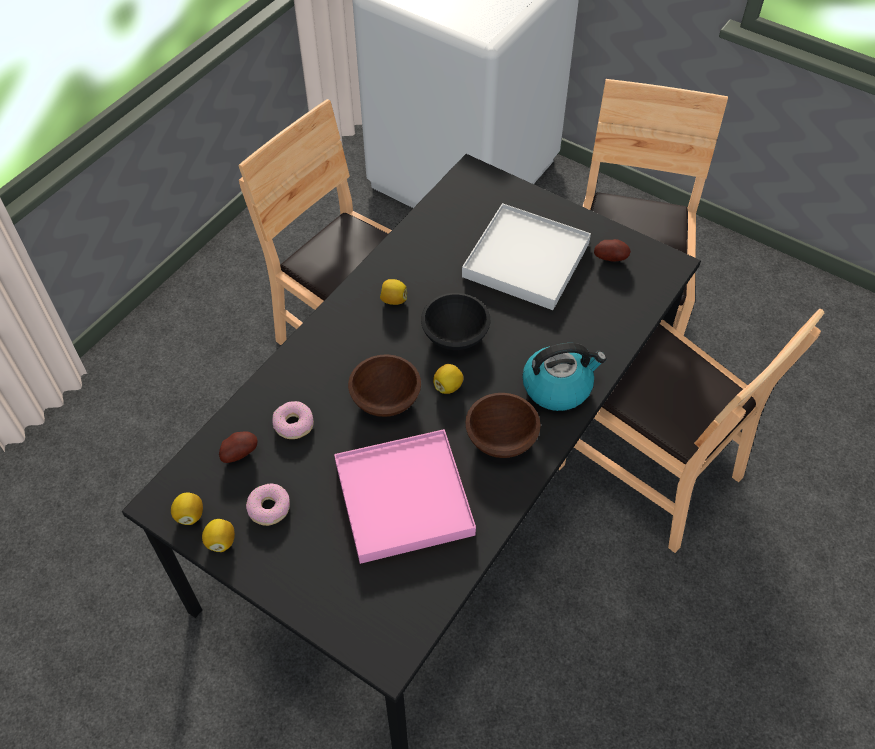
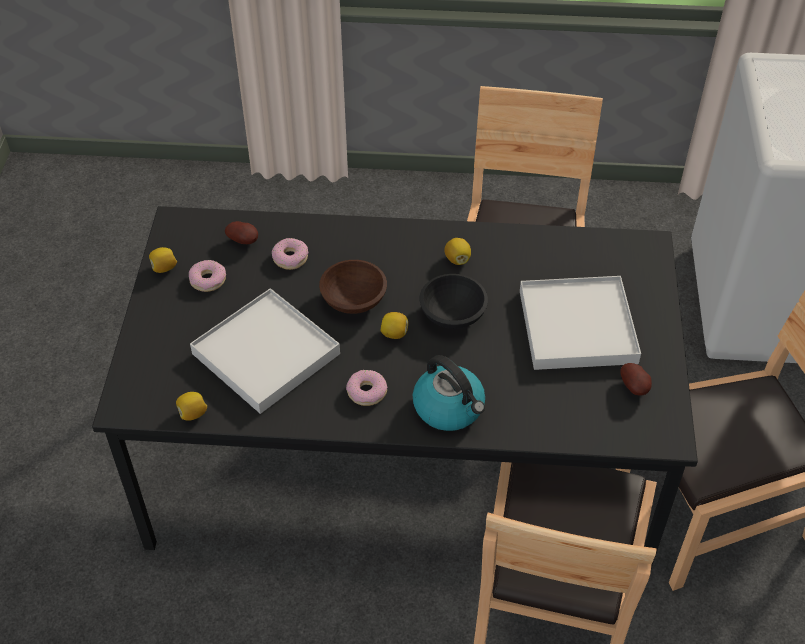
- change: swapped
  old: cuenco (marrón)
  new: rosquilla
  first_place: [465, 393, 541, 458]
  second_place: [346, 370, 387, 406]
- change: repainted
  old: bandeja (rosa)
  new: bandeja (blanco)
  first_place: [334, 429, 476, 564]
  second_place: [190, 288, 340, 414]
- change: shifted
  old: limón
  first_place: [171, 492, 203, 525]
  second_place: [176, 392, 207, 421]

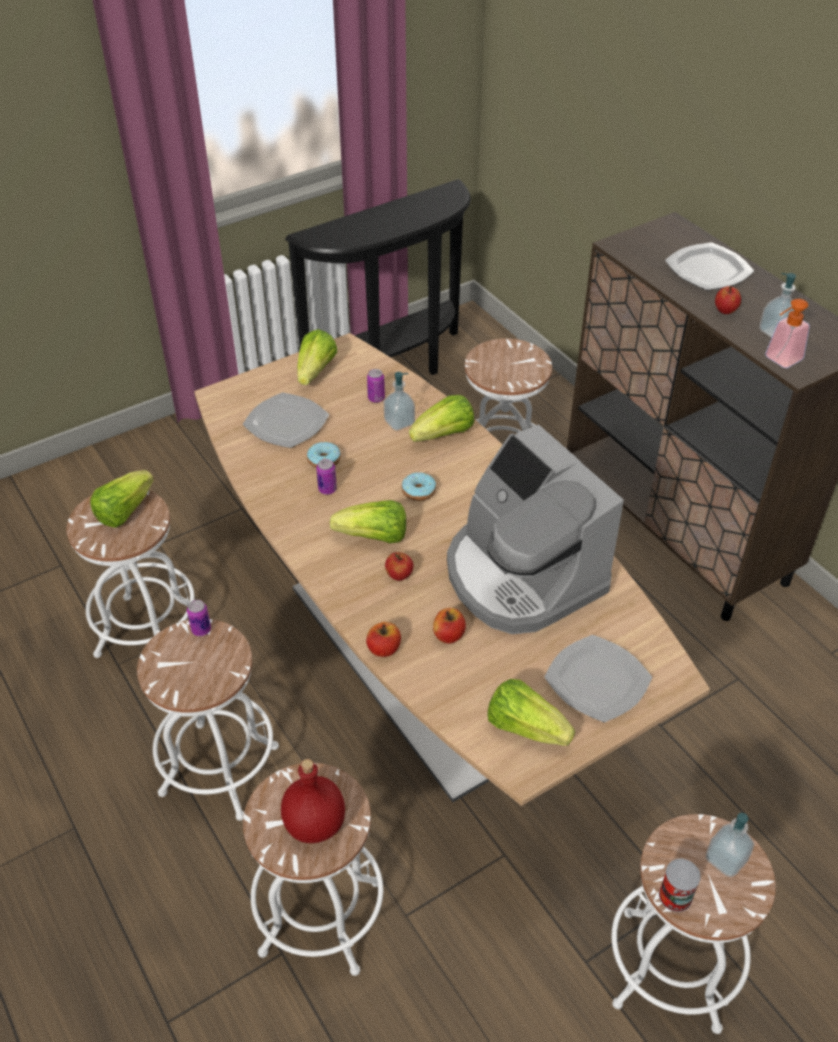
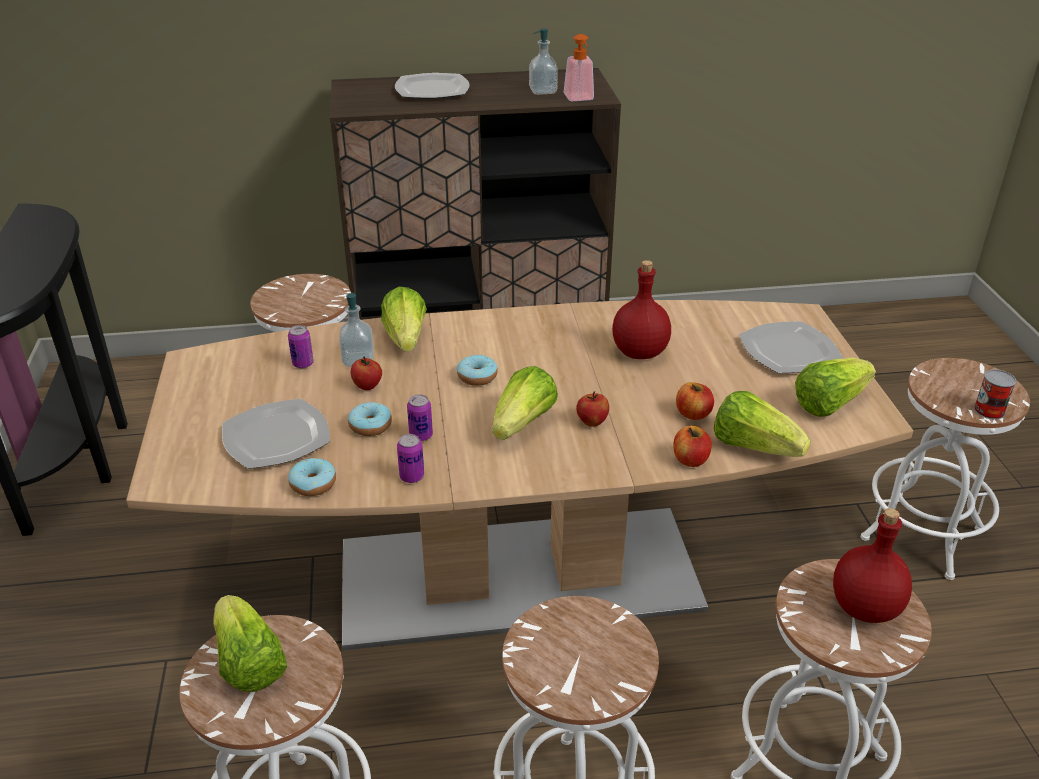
- change: shifted
  old: manzana
  first_place: [715, 285, 741, 314]
  second_place: [351, 357, 382, 390]
- change: shifted
  old: lechuga
  first_place: [297, 329, 337, 385]
  second_place: [714, 391, 811, 457]
- change: swapped
  old: cafetera
  new: botella (rojo)
  first_place: [447, 424, 624, 634]
  second_place: [612, 260, 671, 359]
- change: shifted
  old: lata
  first_place: [187, 600, 211, 636]
  second_place: [397, 434, 424, 483]
- change: gone
  old: dispensador de jabón
  first_place: [706, 813, 754, 877]
- change: new
  new: rosquilla
  second_place: [288, 458, 336, 496]

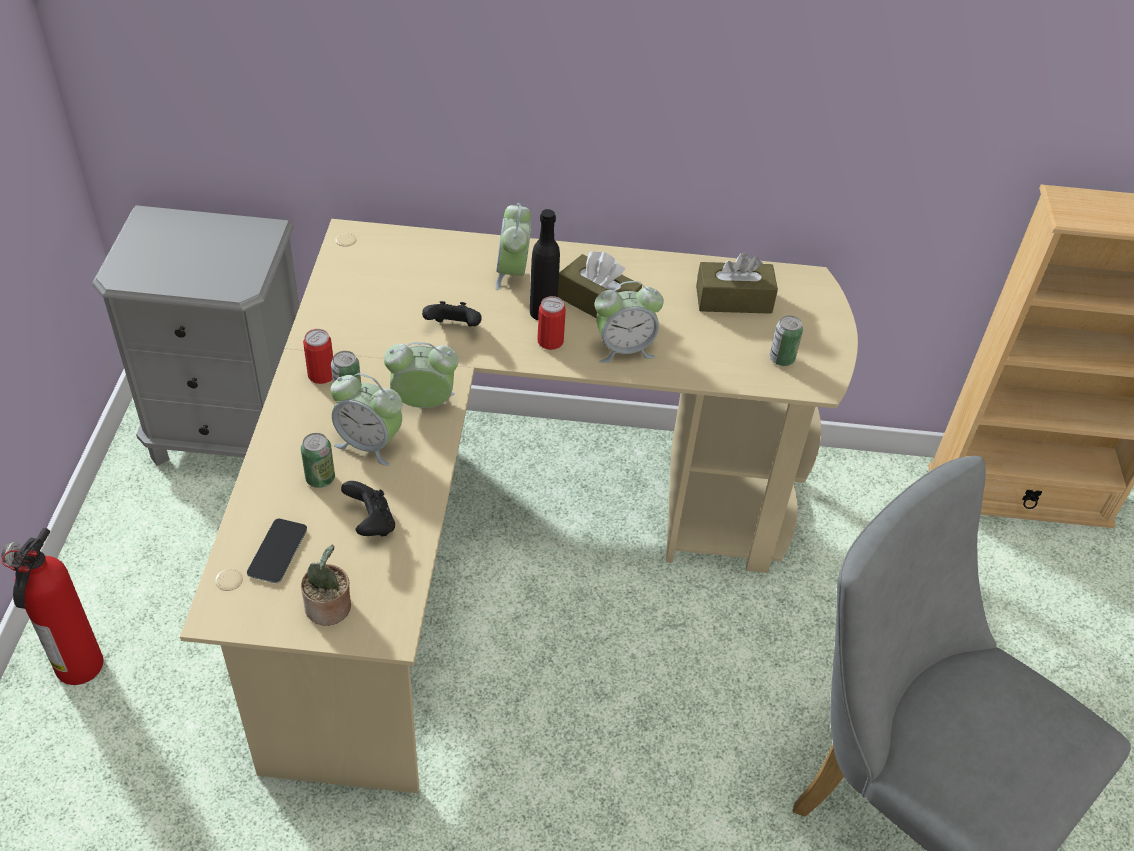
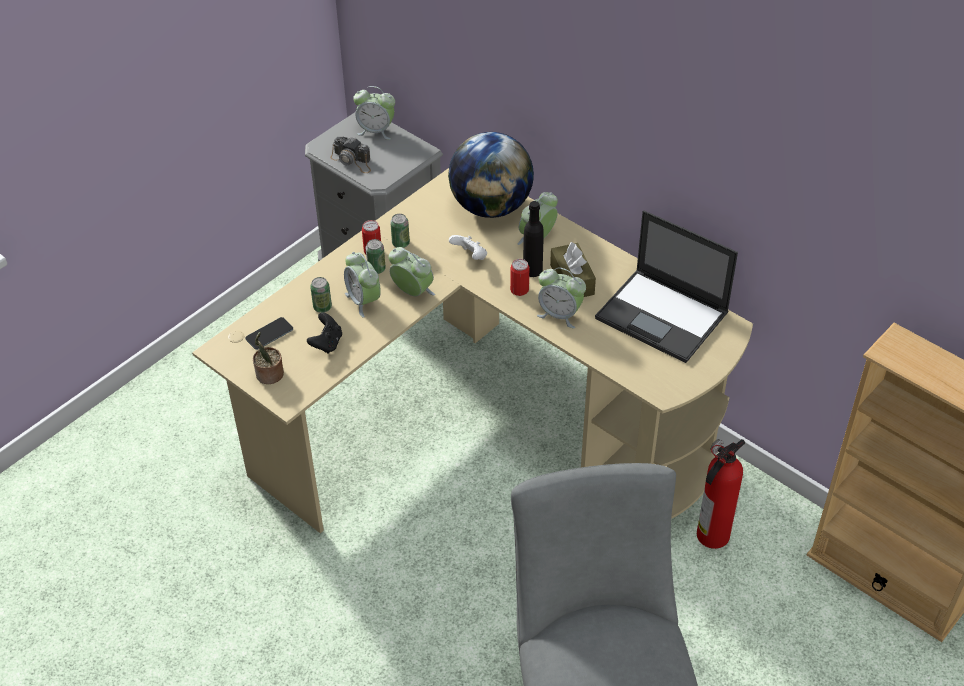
- change: swapped
  old: caja de pañuelos (marrón)
  new: portátil
  first_place: [696, 253, 778, 314]
  second_place: [595, 210, 738, 363]
- change: repainted
  old: mando de consola (negro)
  new: mando de consola (blanco)
  first_place: [422, 301, 482, 327]
  second_place: [449, 235, 487, 260]
- change: shifted
  old: lata
  first_place: [770, 315, 803, 366]
  second_place: [390, 214, 410, 248]
- change: shifted
  old: extintor
  first_place: [1, 528, 103, 685]
  second_place: [697, 439, 745, 549]
- change: new
  new: despertador
  second_place: [353, 86, 395, 140]
- change: new
  new: globo terráqueo
  second_place: [448, 132, 534, 218]
- change: new
  new: cámara
  second_place: [330, 137, 371, 173]

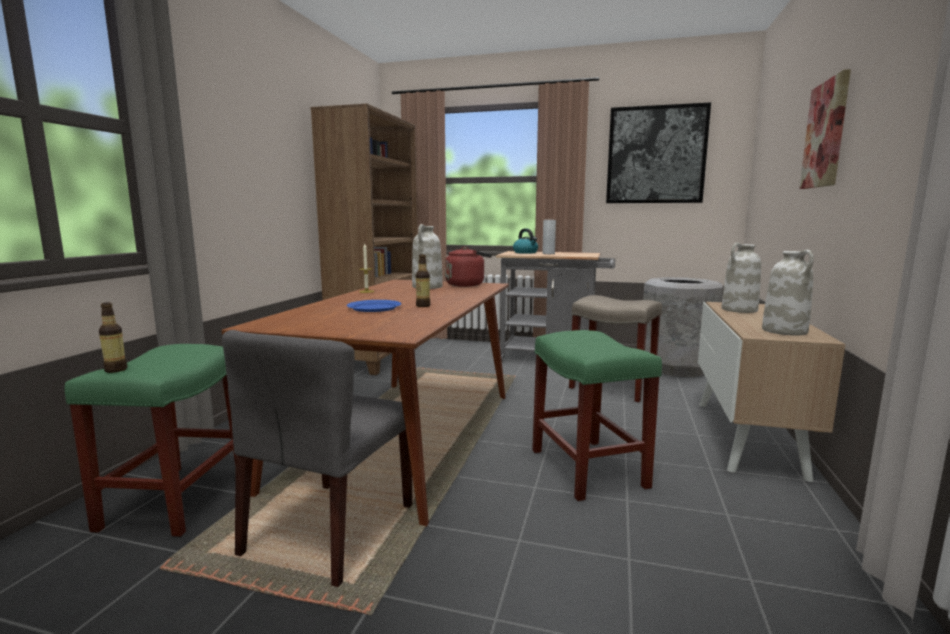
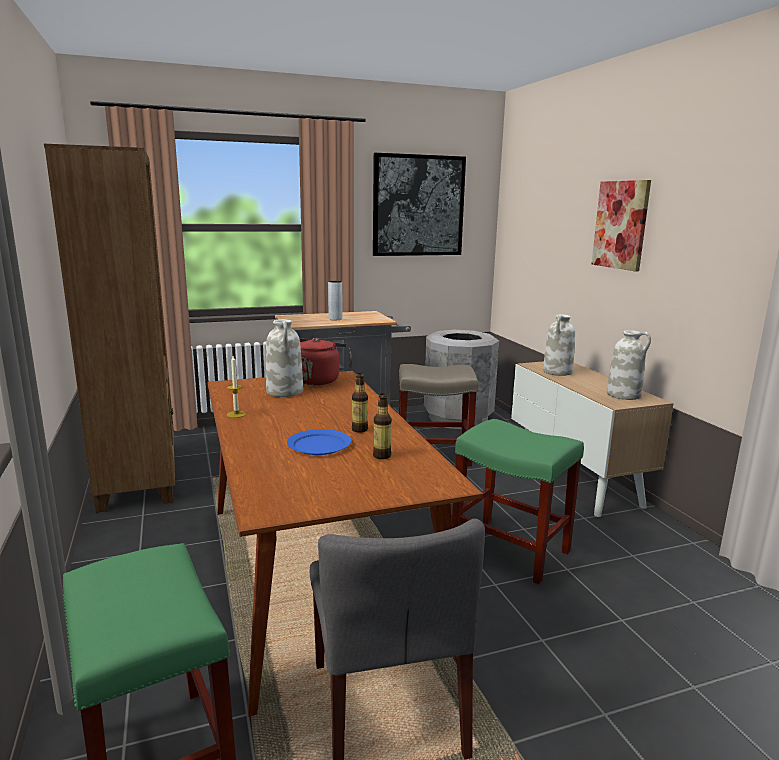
- change: gone
  old: hervidor
  first_place: [513, 228, 538, 254]
- change: shifted
  old: botella
  first_place: [99, 302, 127, 373]
  second_place: [373, 393, 392, 459]

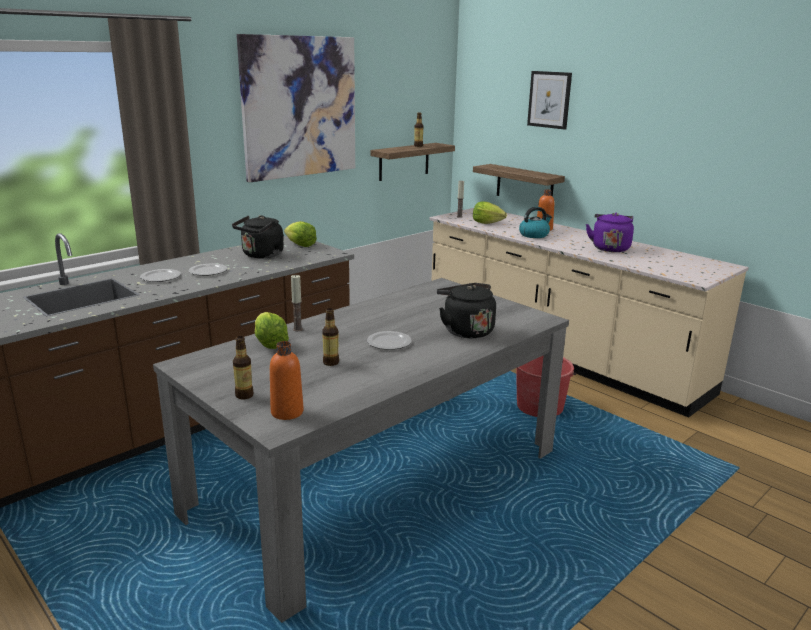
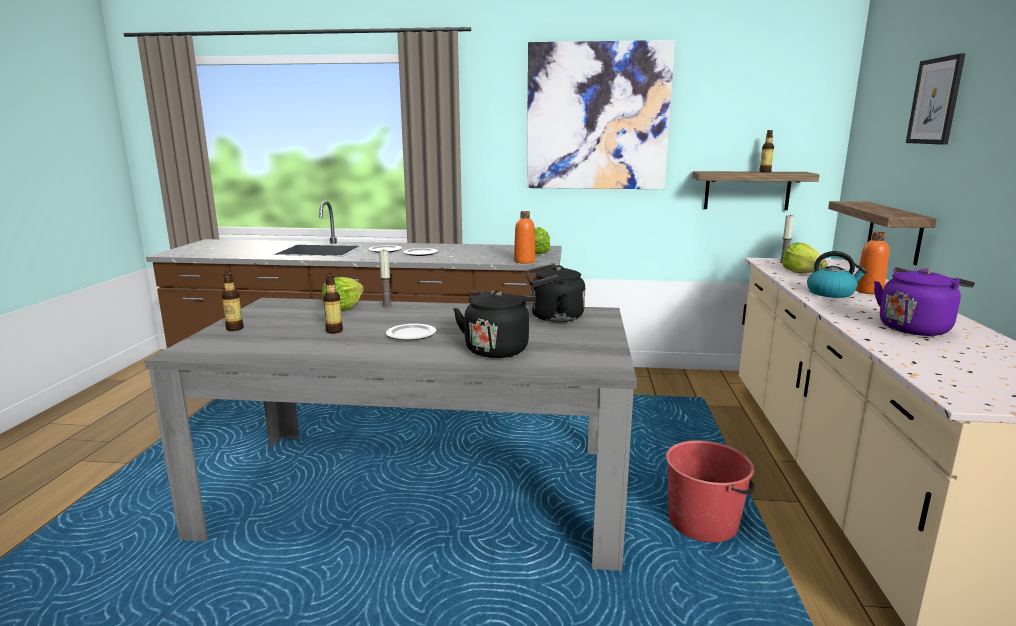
- change: shifted
  old: hervidor (negro)
  first_place: [232, 215, 284, 258]
  second_place: [525, 264, 585, 322]
- change: shifted
  old: botella (naranja)
  first_place: [270, 341, 304, 420]
  second_place: [514, 211, 535, 263]

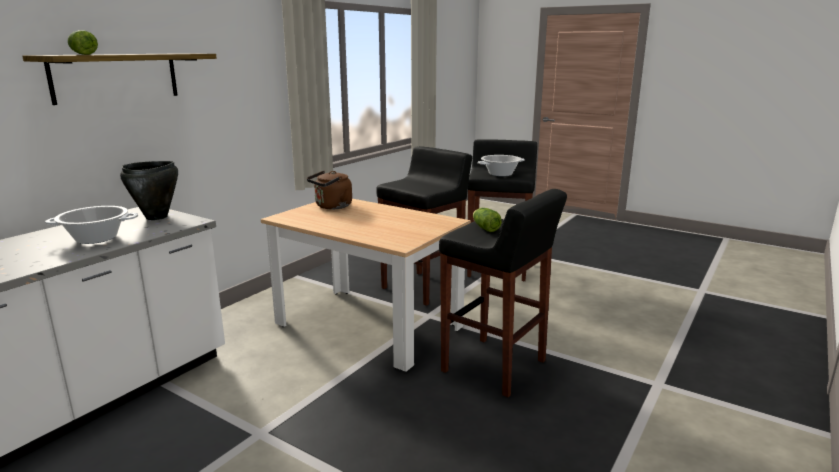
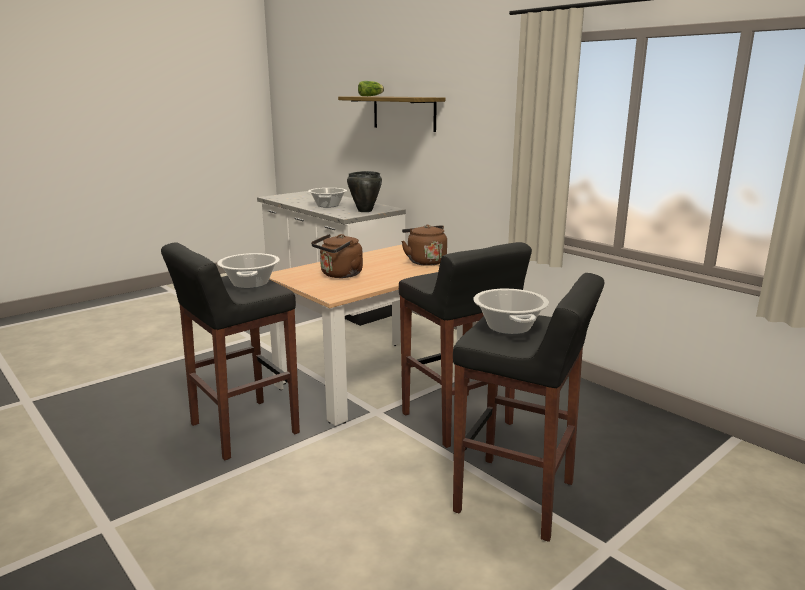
- change: swapped
  old: lechuga
  new: olla
  first_place: [473, 208, 502, 232]
  second_place: [217, 253, 280, 288]
- change: new
  new: hervidor (marrón)
  second_place: [311, 234, 363, 278]

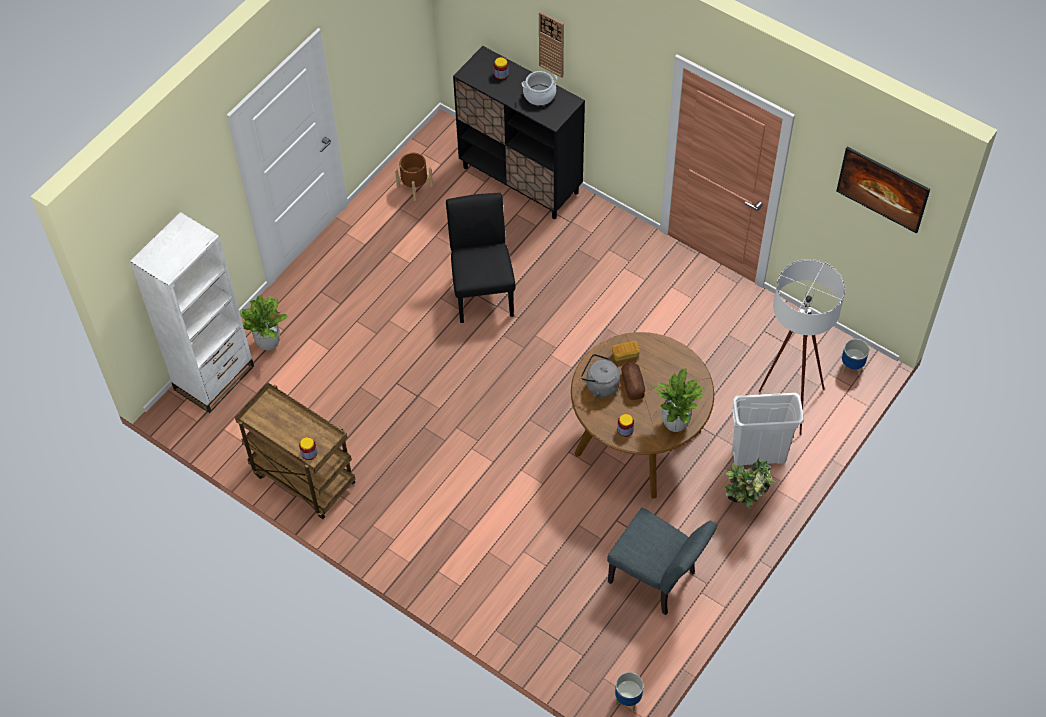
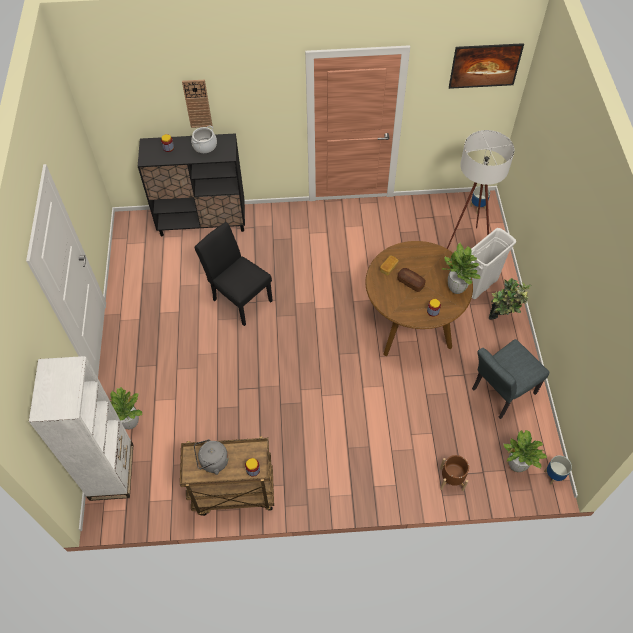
- change: shifted
  old: maceta (marrón)
  first_place: [395, 153, 433, 201]
  second_place: [440, 455, 469, 491]
- change: shifted
  old: hervidor (gris)
  first_place: [581, 354, 620, 397]
  second_place: [194, 439, 228, 475]
- change: rotated
  old: silla (gris)
  first_place: [607, 508, 717, 615]
  second_place: [472, 339, 550, 419]
  degrees: 150
- change: new
  new: planta en maceta
  second_place: [503, 430, 547, 472]

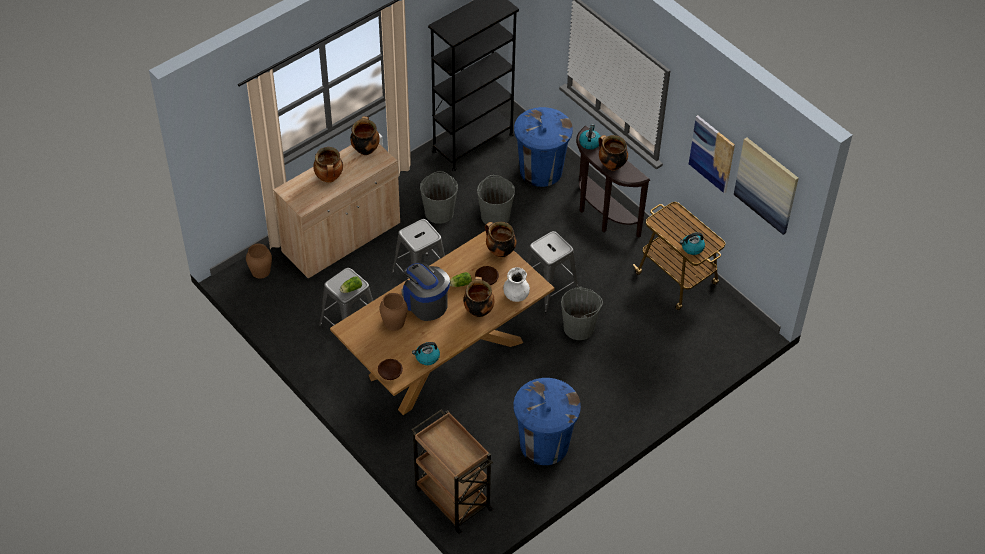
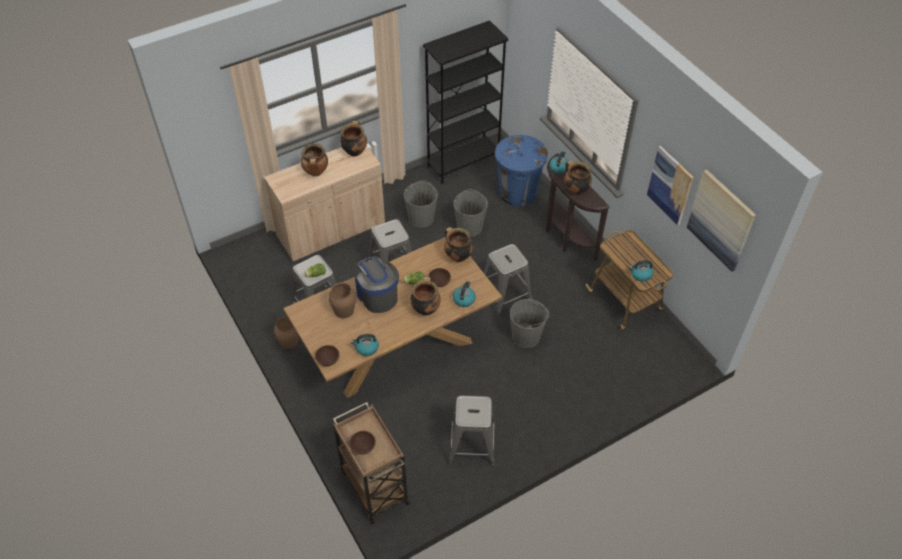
- change: shifted
  old: florero (marrón)
  first_place: [246, 244, 272, 279]
  second_place: [274, 316, 299, 349]
- change: swapped
  old: florero (blanco)
  new: hervidor
  first_place: [503, 267, 530, 302]
  second_place: [453, 281, 476, 307]
- change: swapped
  old: papelera (azul)
  new: taburete (gris)
  first_place: [513, 378, 581, 465]
  second_place: [449, 396, 495, 467]
- change: new
  new: cuenco (marrón)
  second_place: [350, 431, 376, 455]

